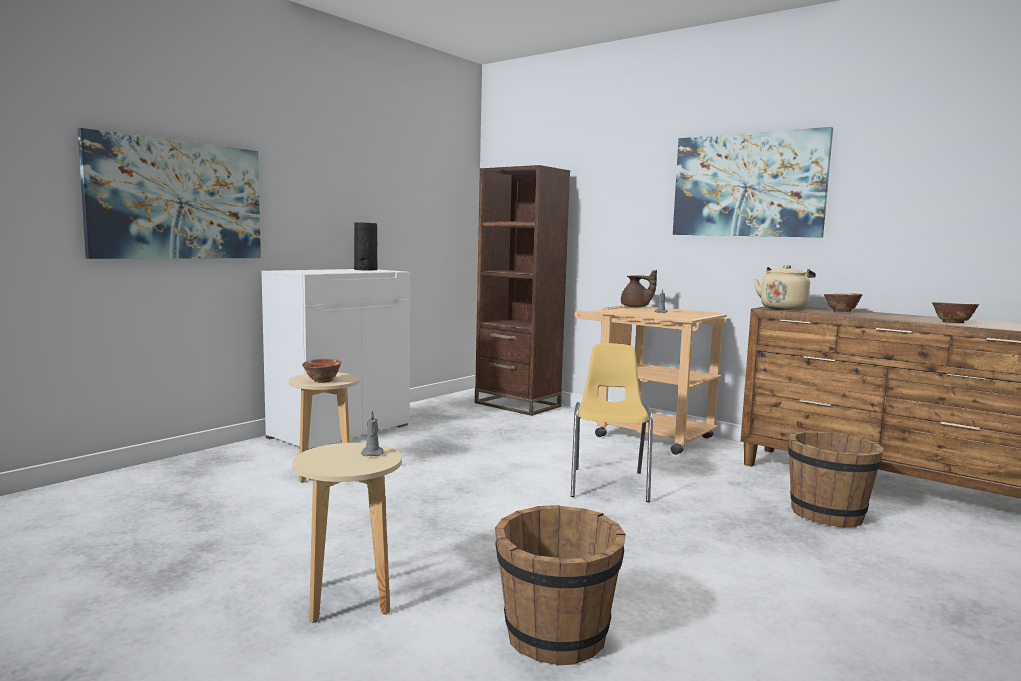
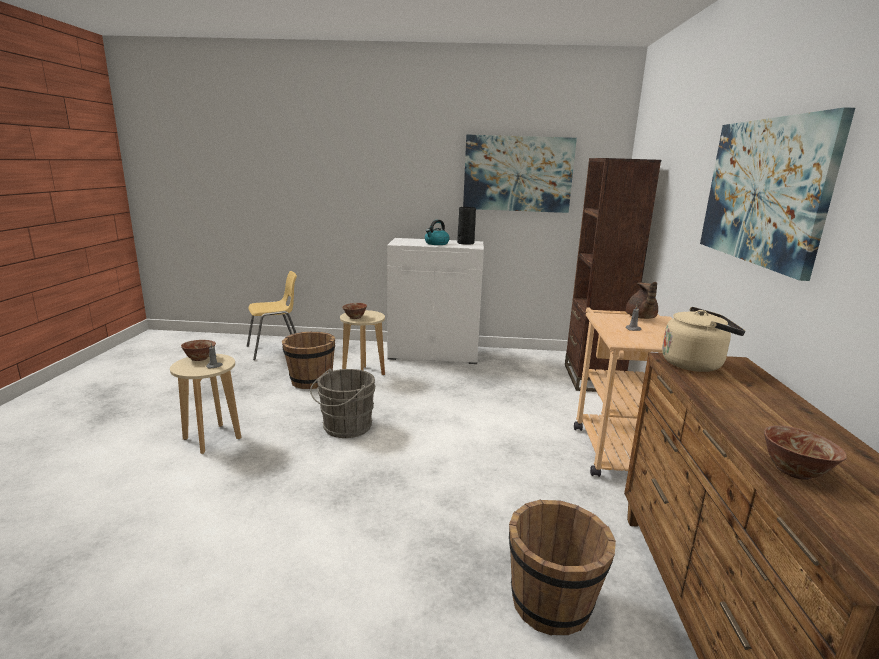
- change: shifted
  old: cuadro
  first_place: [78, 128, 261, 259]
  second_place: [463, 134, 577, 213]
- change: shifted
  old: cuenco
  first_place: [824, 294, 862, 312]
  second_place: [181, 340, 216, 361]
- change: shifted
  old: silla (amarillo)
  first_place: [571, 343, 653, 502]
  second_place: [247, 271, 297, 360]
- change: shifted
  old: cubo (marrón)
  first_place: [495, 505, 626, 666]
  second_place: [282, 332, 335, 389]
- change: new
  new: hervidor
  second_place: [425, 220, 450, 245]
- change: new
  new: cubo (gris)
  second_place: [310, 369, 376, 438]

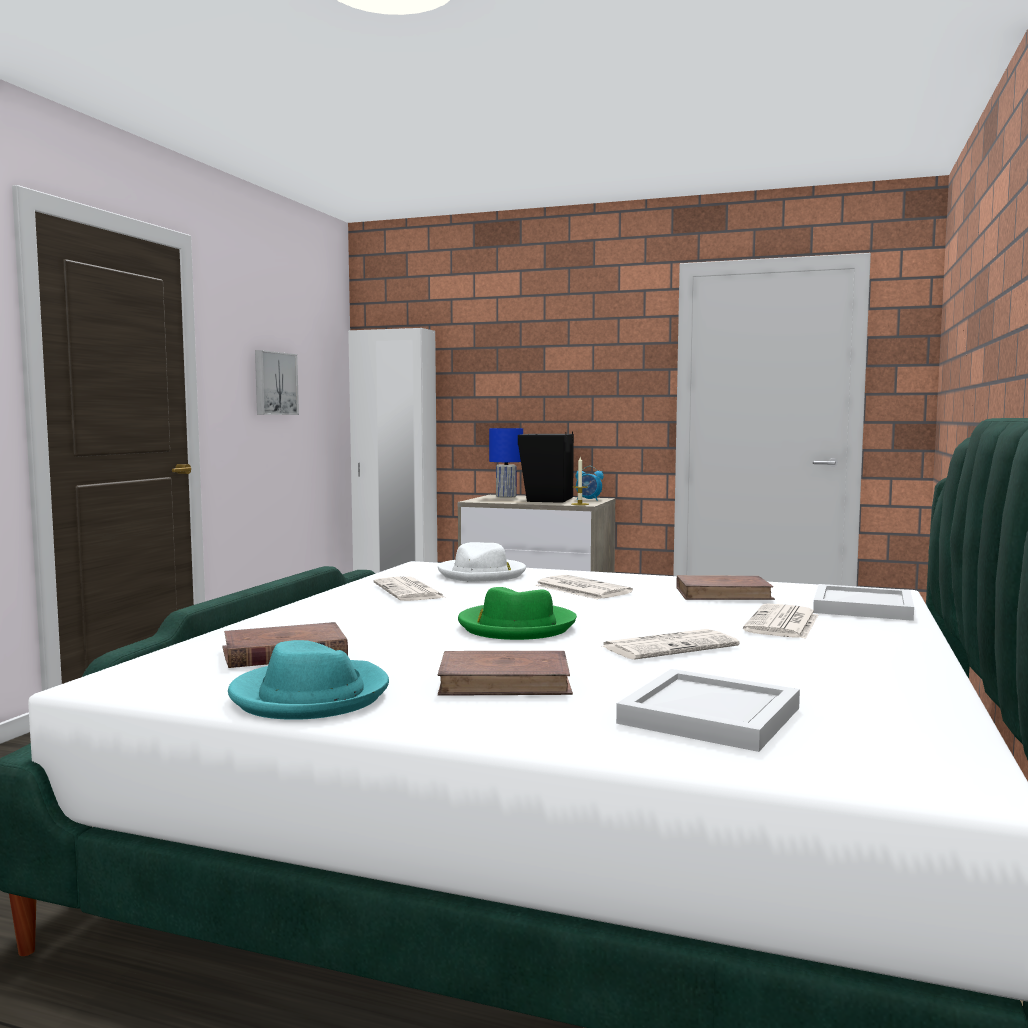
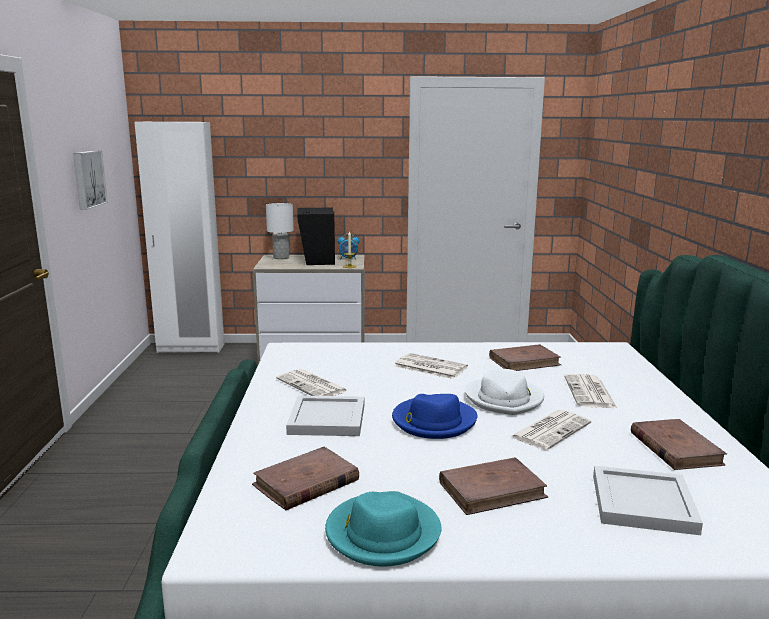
- change: repainted
  old: lámpara de mesa (azul)
  new: lámpara de mesa (blanco)
  first_place: [489, 428, 523, 498]
  second_place: [266, 203, 294, 259]
- change: shifted
  old: sombrero (blanco)
  first_place: [438, 542, 526, 582]
  second_place: [465, 369, 544, 415]
- change: shifted
  old: bandeja (blanco)
  first_place: [813, 584, 914, 621]
  second_place: [286, 396, 364, 436]
- change: repainted
  old: sombrero (verde)
  new: sombrero (azul)
  first_place: [458, 587, 577, 640]
  second_place: [392, 394, 477, 439]
- change: new
  new: libro (marrón)
  second_place: [631, 419, 727, 470]

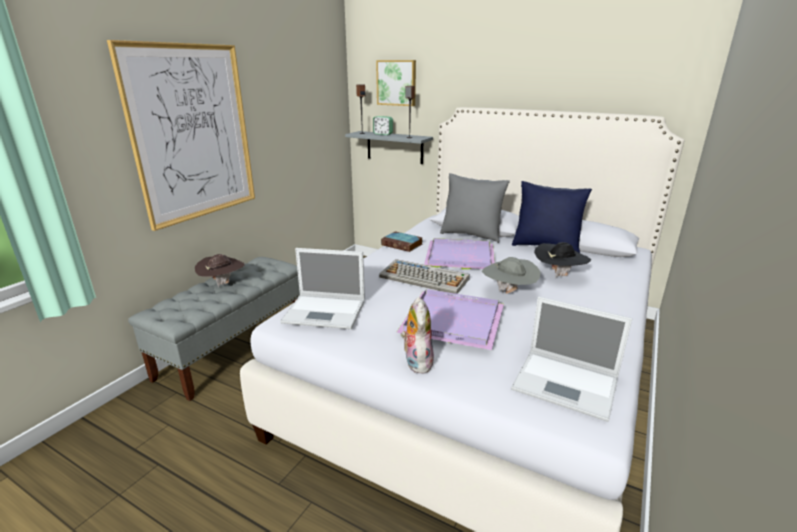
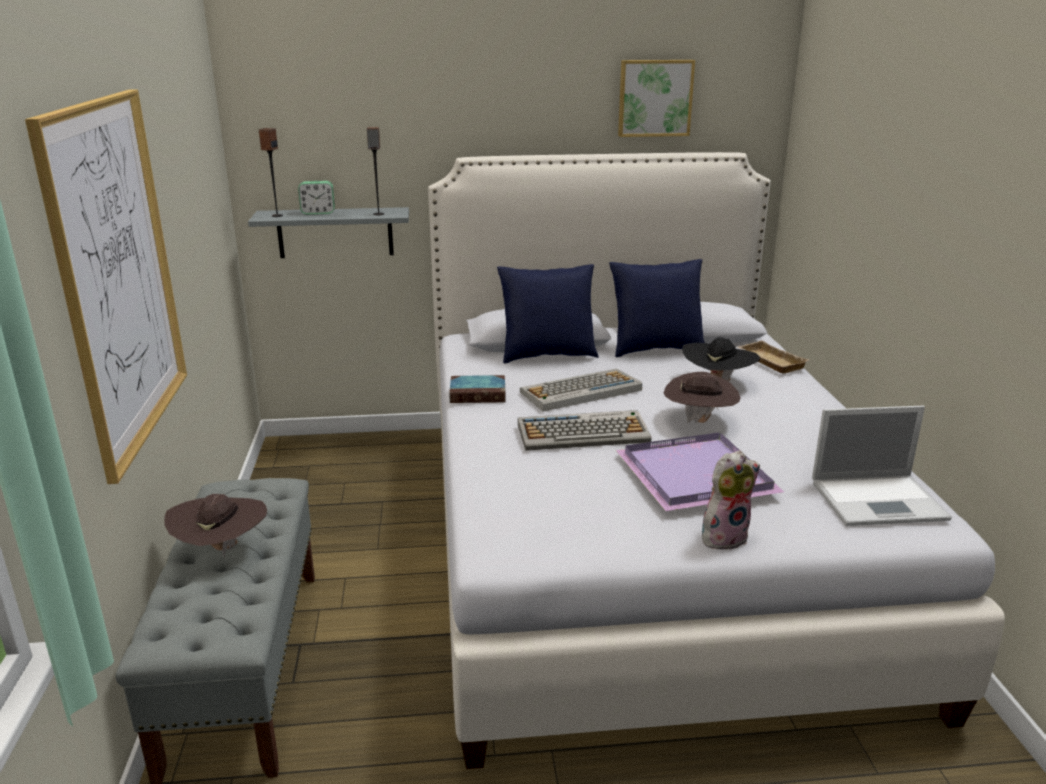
- change: shifted
  old: cuadro
  first_place: [376, 60, 416, 106]
  second_place: [618, 60, 695, 137]
- change: repainted
  old: cojín (gris)
  new: cojín (azul)
  first_place: [440, 173, 510, 243]
  second_place: [497, 264, 598, 363]
- change: swapped
  old: bandeja (morado)
  new: teclado
  first_place: [424, 238, 495, 269]
  second_place: [520, 368, 642, 412]
- change: gone
  old: portátil
  first_place: [280, 248, 365, 329]
- change: repainted
  old: sombrero (gris)
  new: sombrero (marrón)
  first_place: [482, 257, 541, 294]
  second_place: [663, 371, 741, 423]
- change: rotated
  old: peluche
  first_place: [401, 297, 434, 374]
  second_place: [702, 450, 760, 550]
  degrees: 105
- change: new
  new: bandeja (beis)
  second_place: [737, 340, 809, 374]

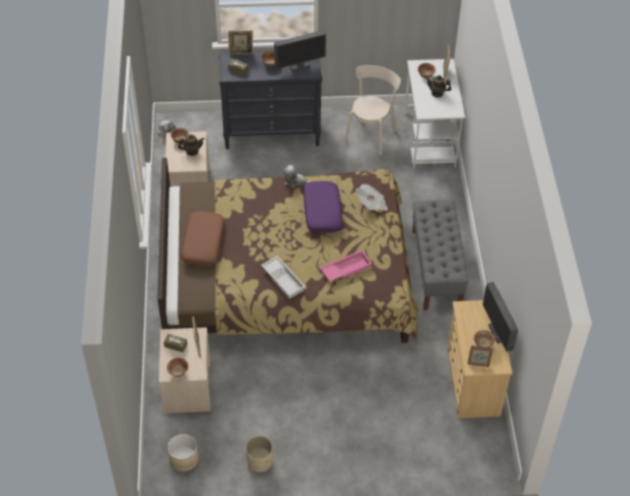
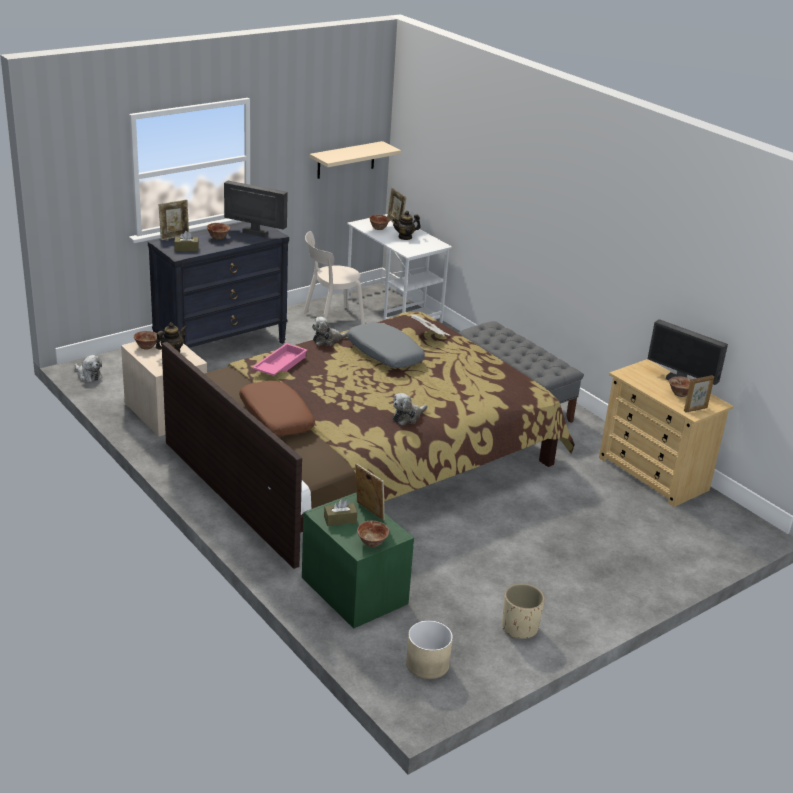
- change: rotated
  old: monitor
  first_place: [274, 30, 326, 73]
  second_place: [224, 181, 288, 237]
  degrees: -105
- change: rotated
  old: silla (beis)
  first_place: [344, 65, 401, 155]
  second_place: [303, 231, 365, 324]
  degrees: -105
- change: repainted
  old: cojín (morado)
  new: cojín (gris)
  first_place: [303, 181, 343, 233]
  second_place: [347, 322, 425, 368]
- change: shifted
  old: bandeja (rosa)
  first_place: [320, 250, 372, 281]
  second_place: [252, 343, 307, 376]
- change: swapped
  old: bandeja (blanco)
  new: peluche
  first_place: [261, 256, 306, 299]
  second_place: [393, 393, 428, 425]
- change: repainted
  old: mesita de noche (beis)
  new: mesita de noche (verde)
  first_place: [159, 327, 210, 413]
  second_place: [302, 492, 414, 629]
- change: new
  new: estante (beis)
  second_place: [310, 141, 401, 179]

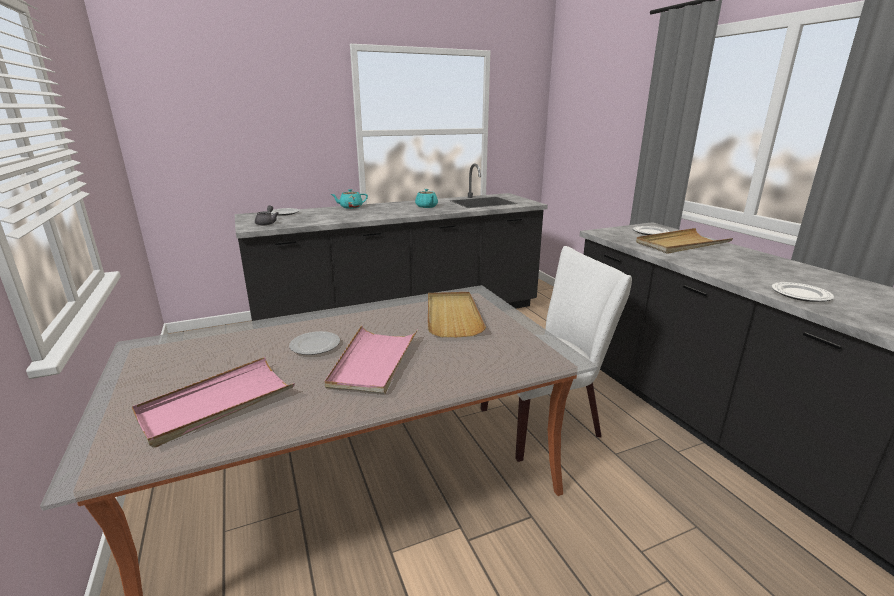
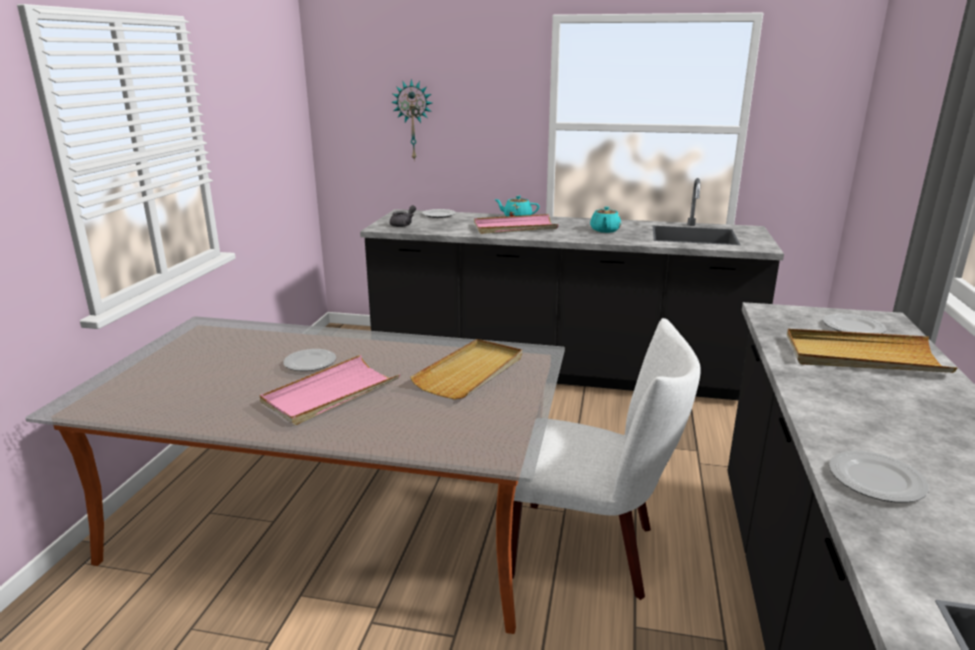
- change: shifted
  old: bandeja (rosa)
  first_place: [132, 357, 295, 447]
  second_place: [474, 214, 559, 234]
- change: new
  new: reloj de pared
  second_place: [391, 79, 432, 161]

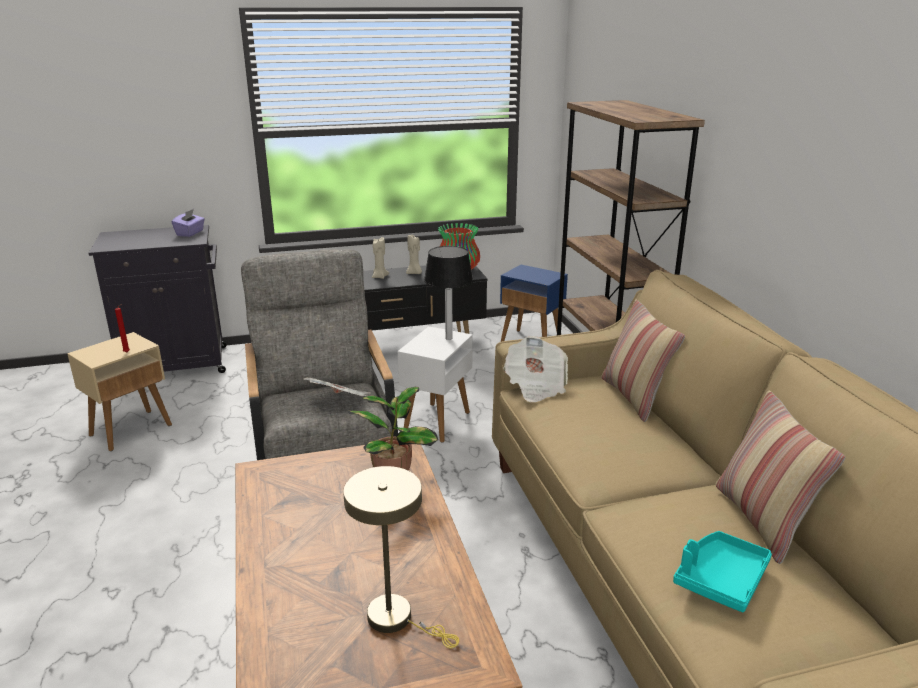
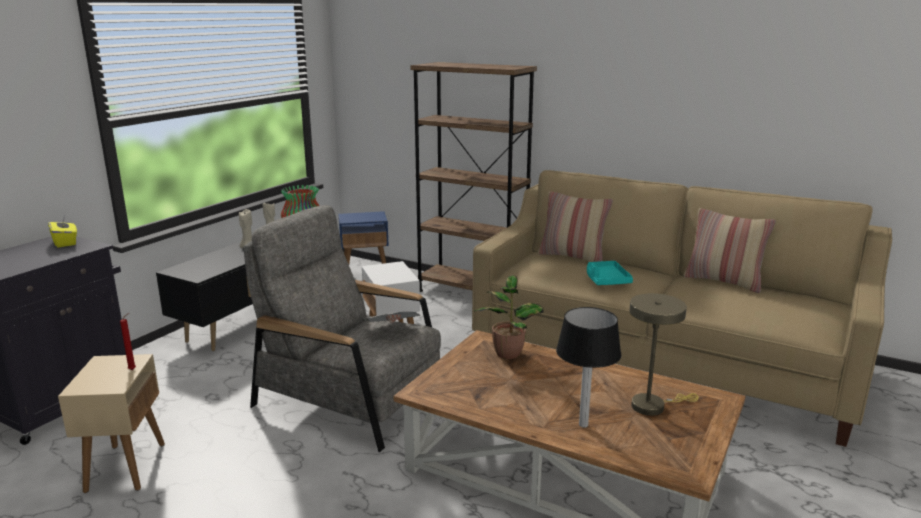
- change: repainted
  old: caja de pañuelos (morado)
  new: caja de pañuelos (amarillo)
  first_place: [172, 209, 205, 237]
  second_place: [48, 214, 77, 248]
- change: shifted
  old: lámpara de mesa
  first_place: [424, 246, 473, 340]
  second_place: [556, 307, 621, 428]
- change: gone
  old: periódico
  first_place: [503, 336, 568, 403]
- change: shifted
  old: bandeja (turquesa)
  first_place: [673, 531, 772, 612]
  second_place: [587, 261, 633, 285]

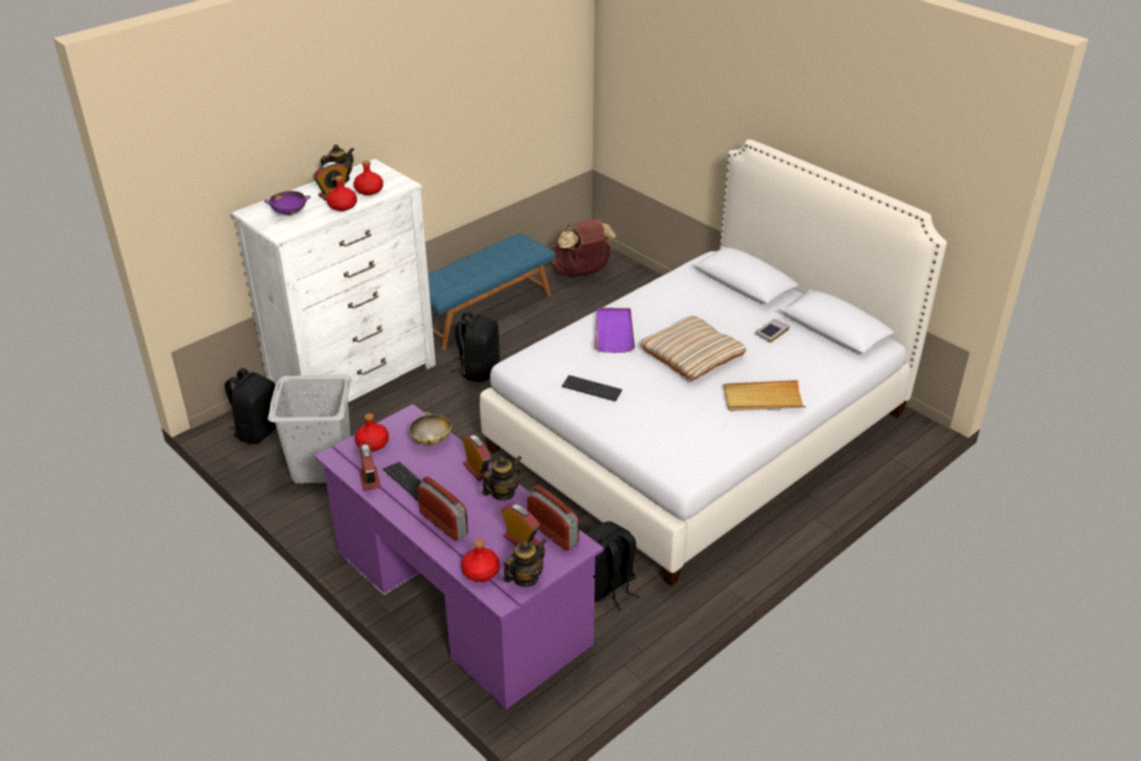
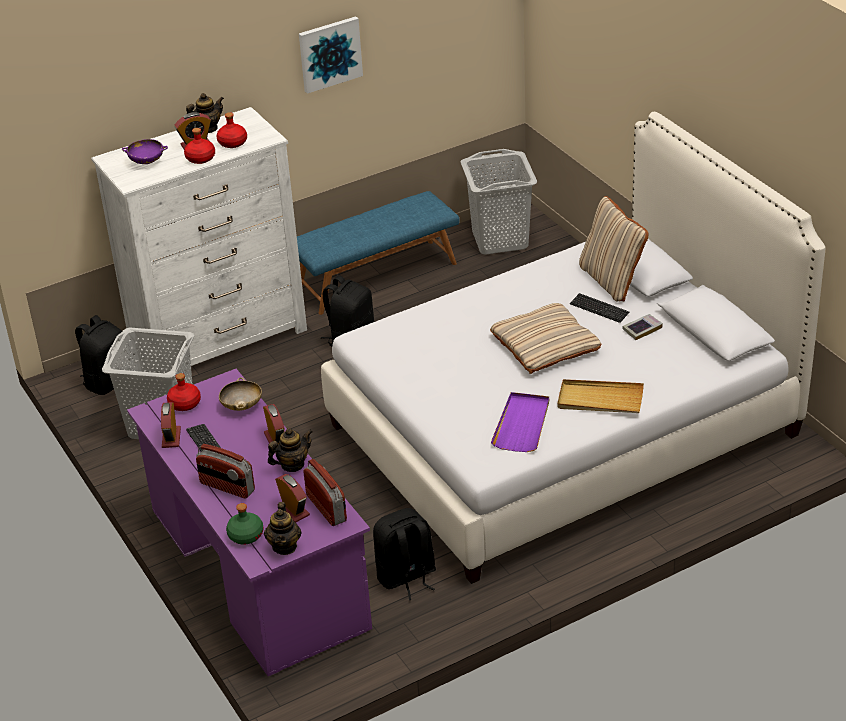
- change: swapped
  old: mochila (marrón)
  new: cesto de la ropa (gris)
  first_place: [551, 219, 616, 277]
  second_place: [460, 149, 537, 254]
- change: shifted
  old: bandeja (morado)
  first_place: [594, 308, 635, 353]
  second_place: [491, 392, 549, 452]
- change: shifted
  old: teclado
  first_place: [562, 375, 622, 402]
  second_place: [570, 293, 629, 323]
- change: rotated
  old: radio
  first_place: [417, 476, 468, 541]
  second_place: [196, 444, 255, 499]
  degrees: 150
- change: rotated
  old: tetera
  first_place: [503, 538, 547, 587]
  second_place: [264, 502, 302, 555]
  degrees: 120
- change: repainted
  old: botella (rojo)
  new: botella (verde)
  first_place: [461, 539, 500, 582]
  second_place: [226, 503, 263, 545]
- change: new
  new: cuadro
  second_place: [299, 16, 363, 94]
- change: new
  new: cojín (beis)
  second_place: [579, 196, 649, 302]

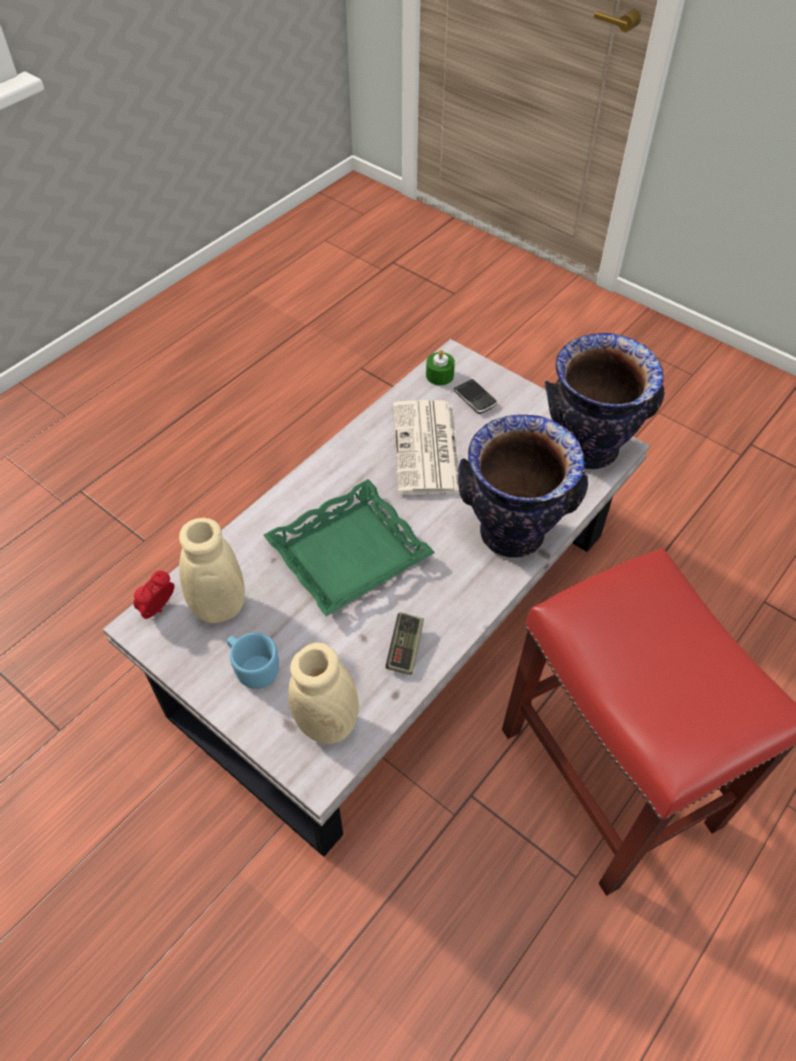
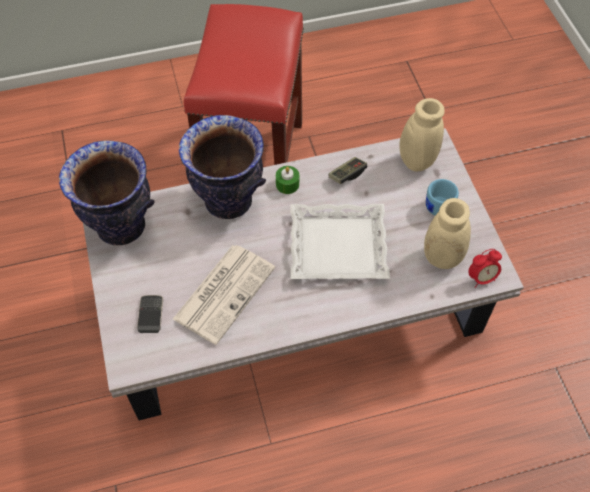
- change: shifted
  old: vela (verde)
  first_place: [426, 350, 455, 385]
  second_place: [276, 166, 299, 194]
- change: repainted
  old: bandeja (verde)
  new: bandeja (blanco)
  first_place: [263, 479, 435, 617]
  second_place: [291, 204, 390, 279]

